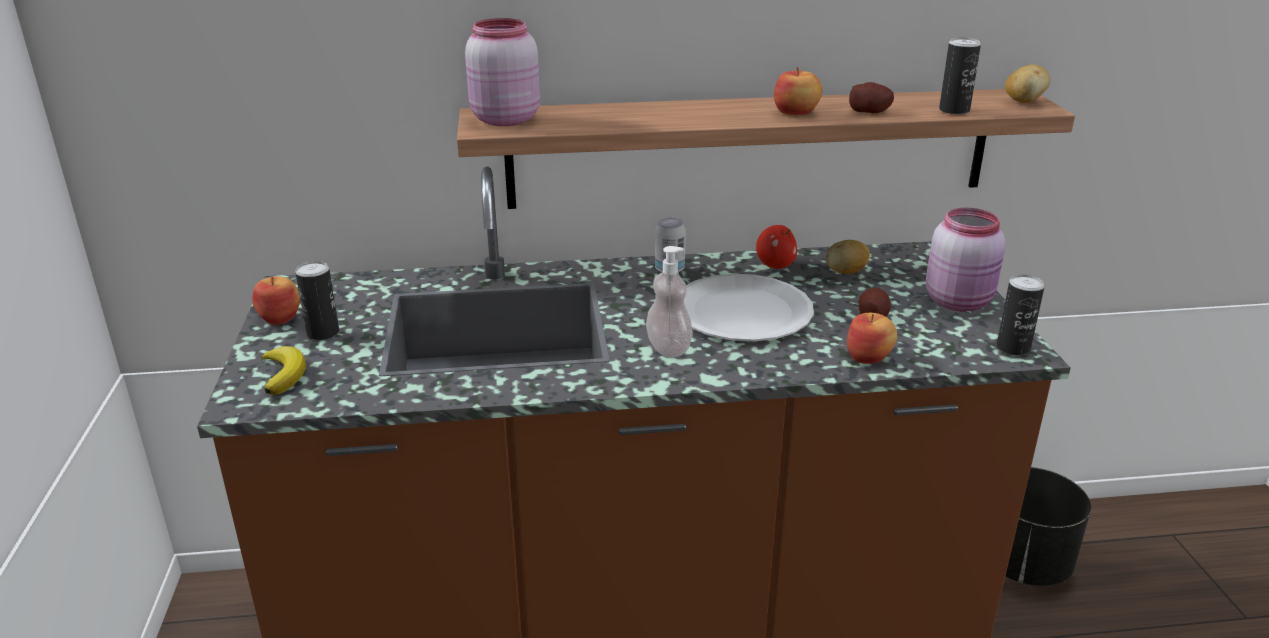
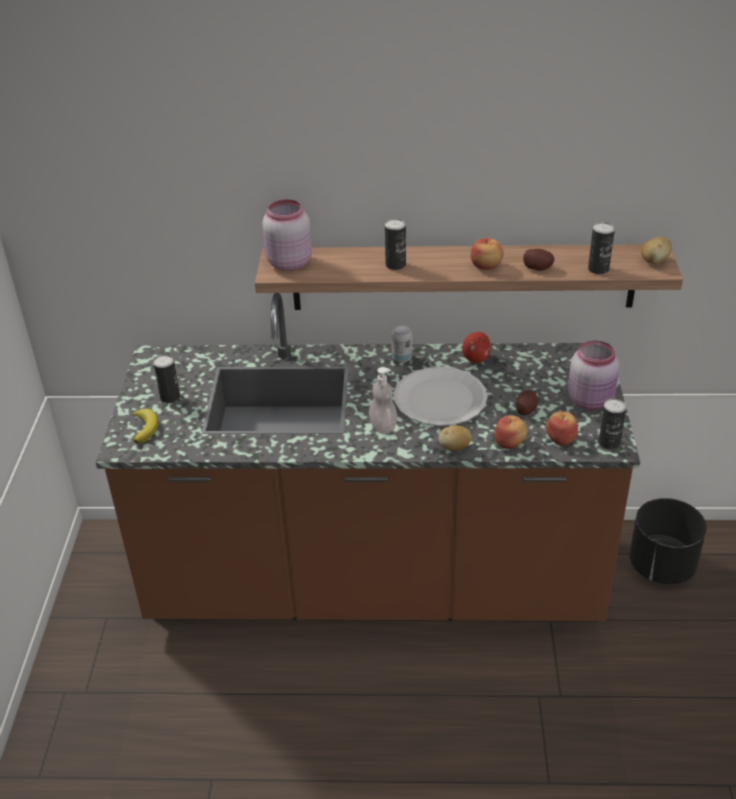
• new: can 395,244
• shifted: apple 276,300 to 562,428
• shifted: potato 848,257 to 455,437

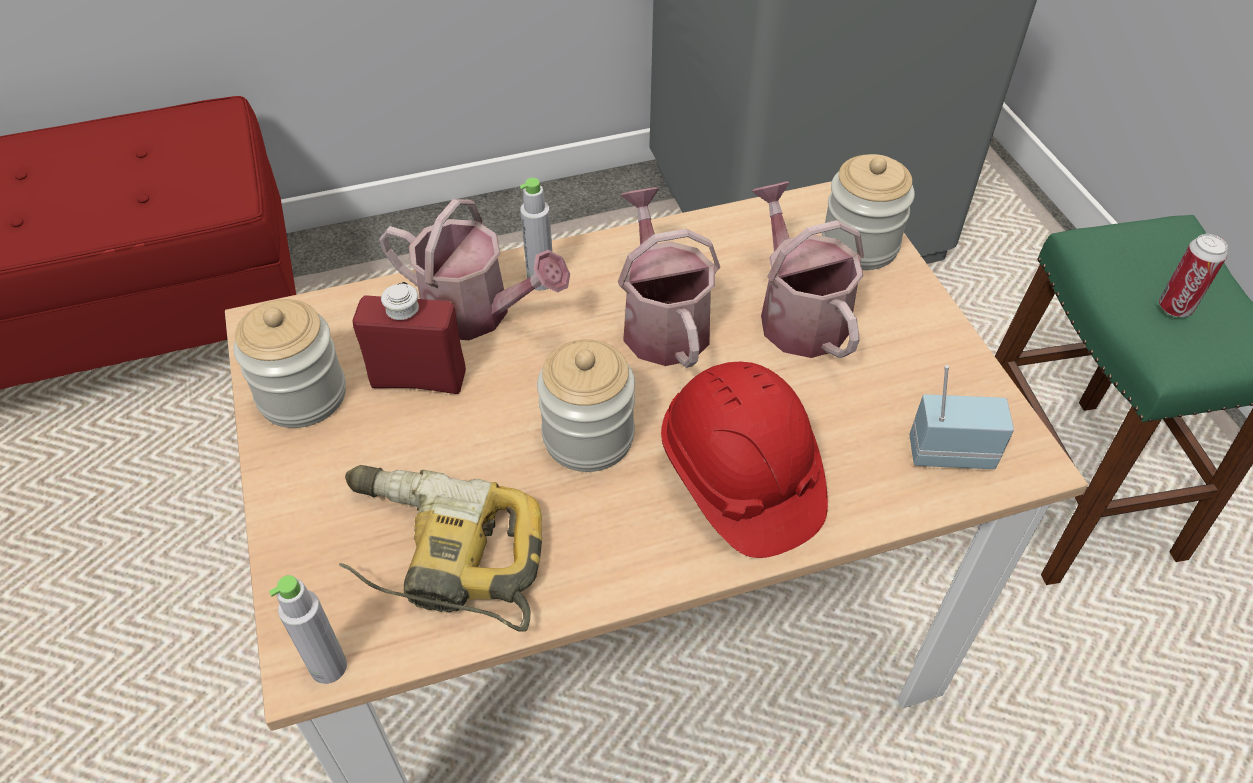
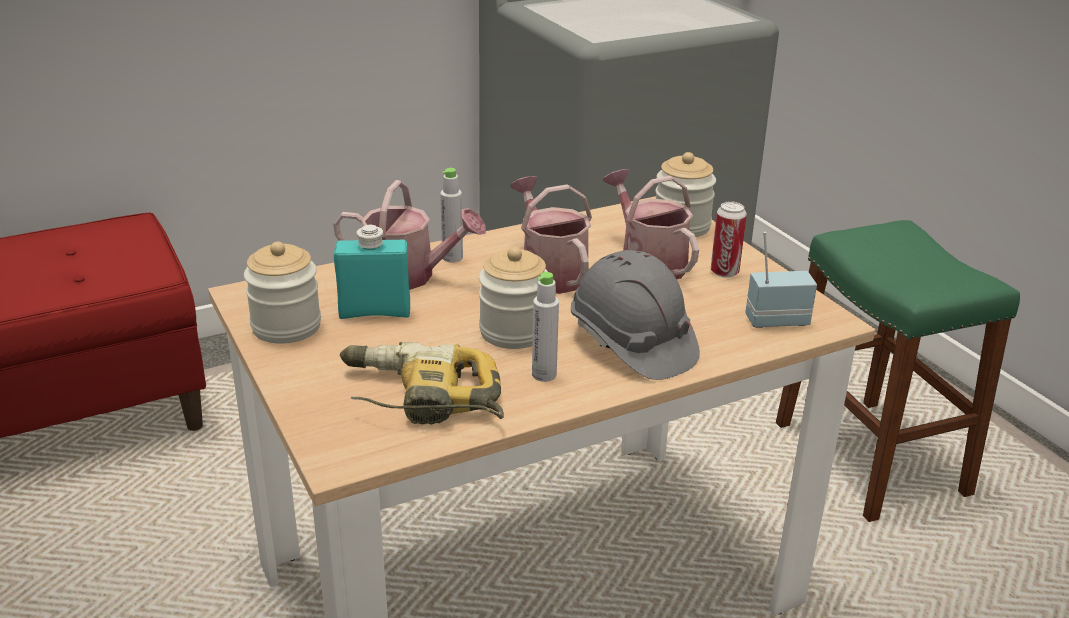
• shifted: grey bottle 308,629 to 545,327
• shifted: can 1193,275 to 729,239
• repainted: red bottle 409,338 to turquoise bottle 372,272
• repainted: red hard hat 744,460 to grey hard hat 635,315

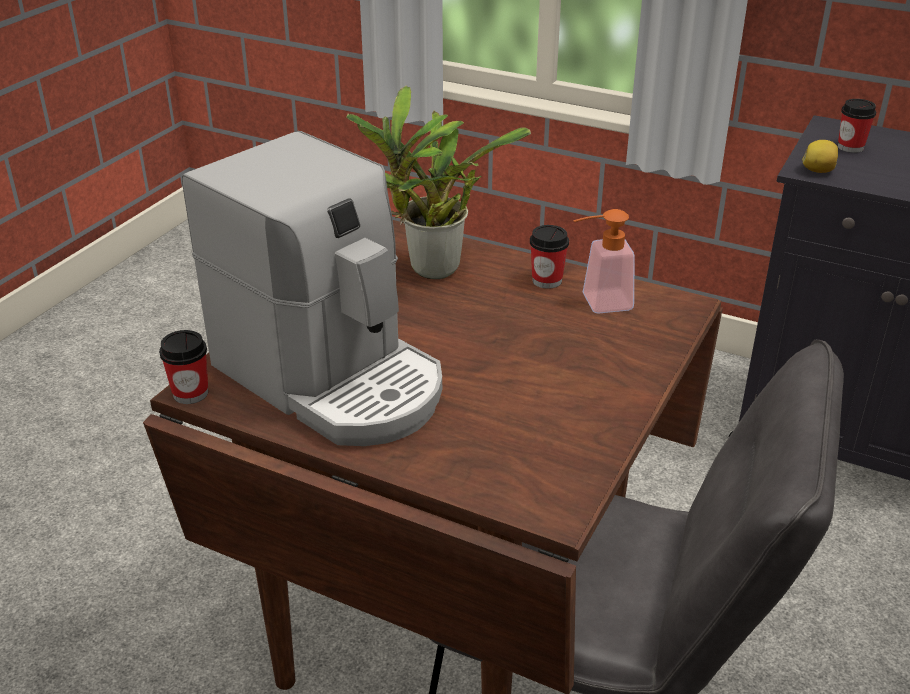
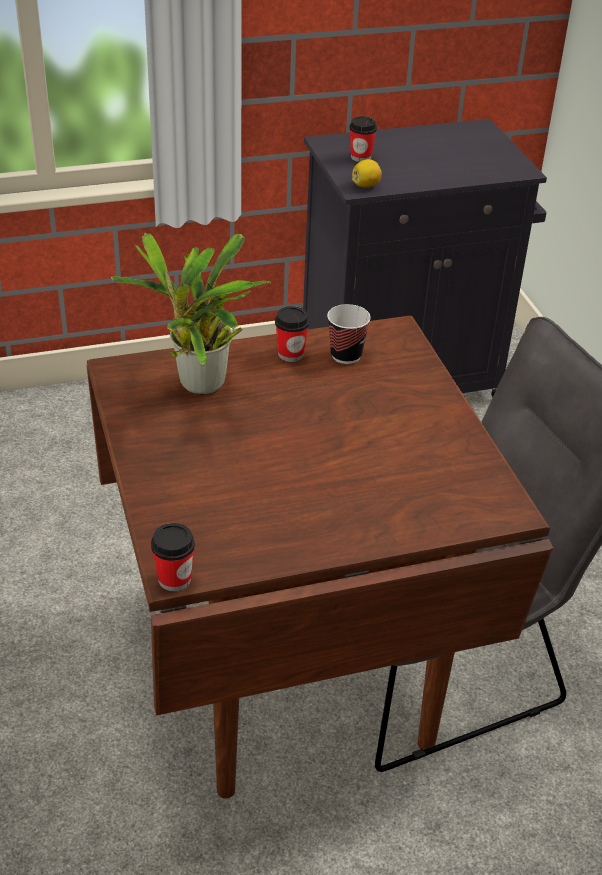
• gone: coffee machine 312,288
• swapped: soap dispenser 604,261 to cup 349,334

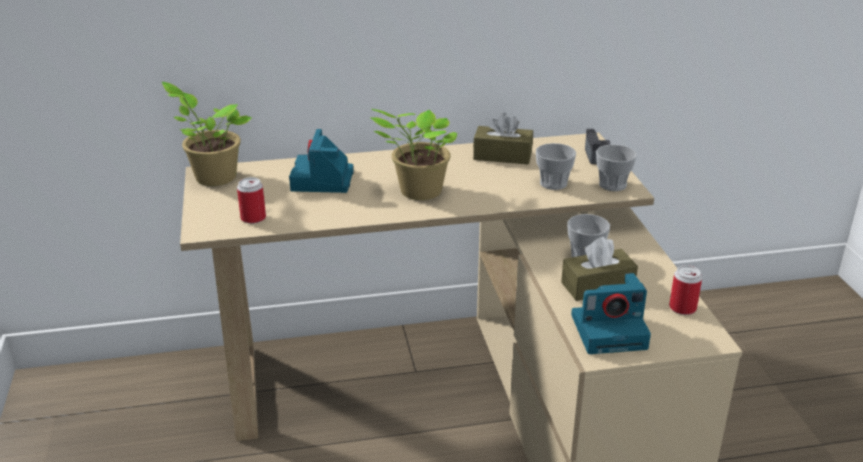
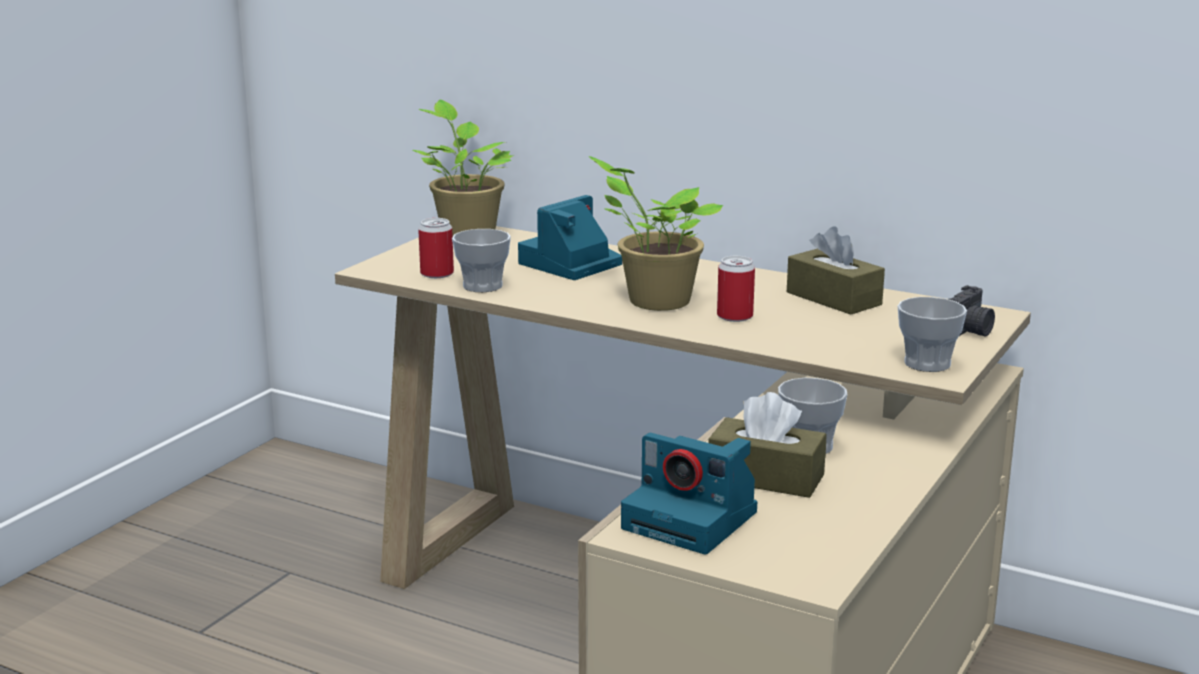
• shifted: cup 556,166 to 481,260
• shifted: can 685,290 to 736,289

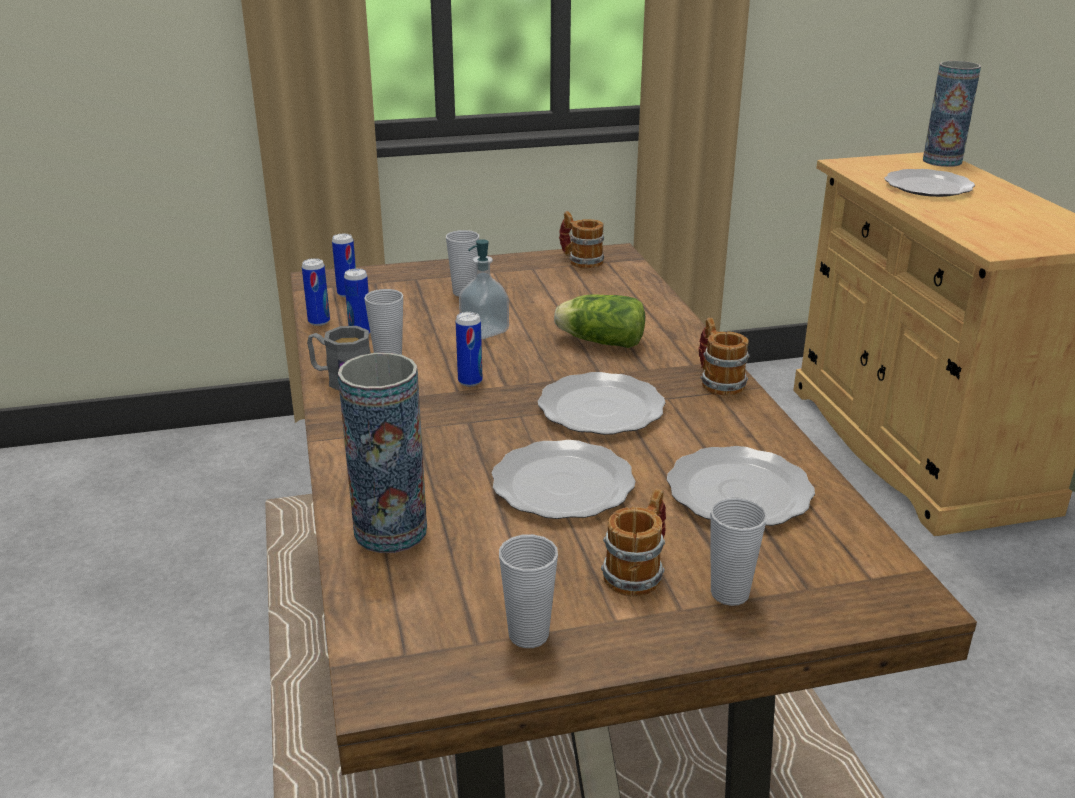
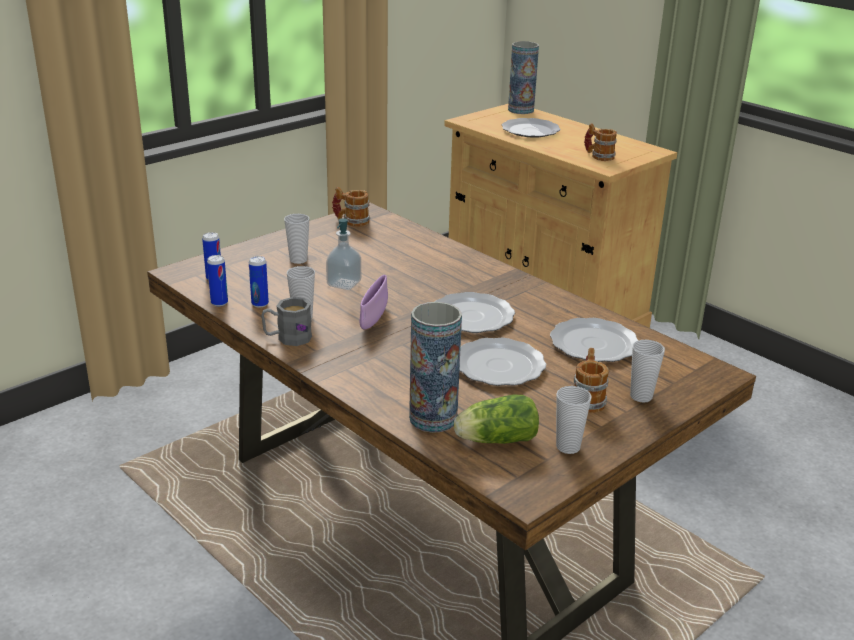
• shifted: lettuce 599,321 to 496,419
• shifted: mug 724,357 to 600,142
• swapped: can 469,349 to purple bowl 374,302

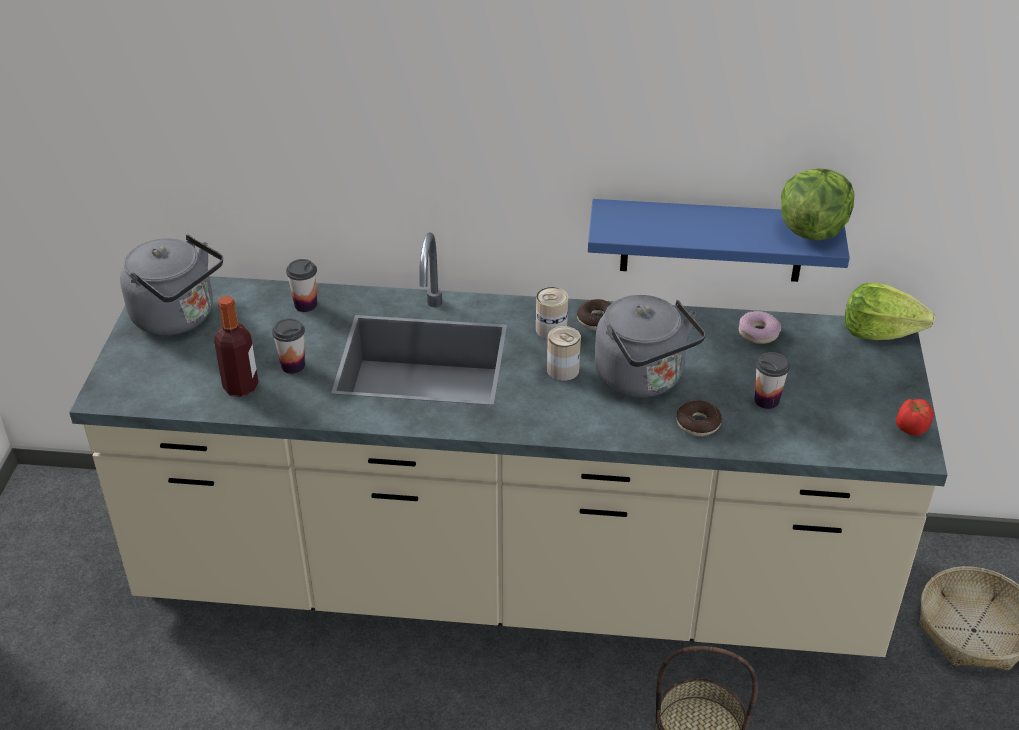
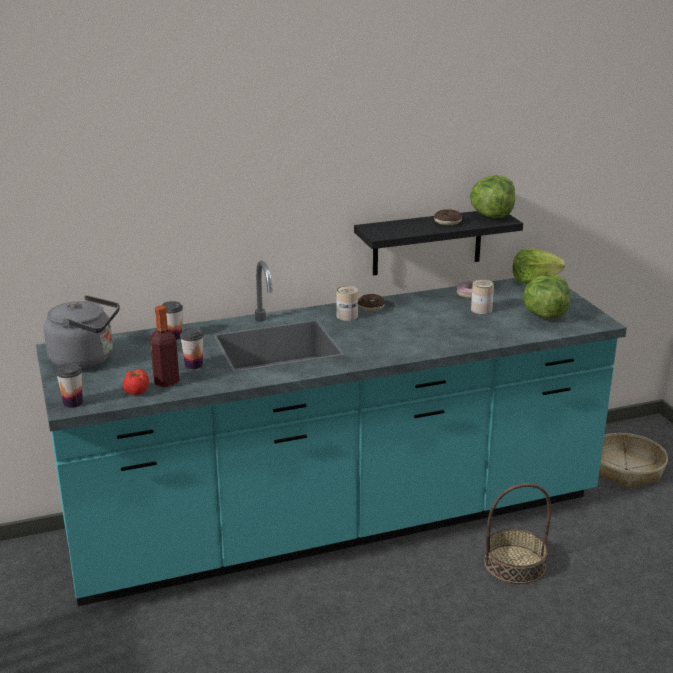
• gone: grey kettle 650,346
• new: lettuce 546,296
• shifted: can 564,353 to 482,297
• shifted: donut 699,418 to 448,217
• shifted: cup 772,380 to 69,385
• shifted: tomato 915,417 to 136,382
• repainted: beige counter 508,444 to turquoise counter 331,433
• repainted: blue shelf 719,240 to black shelf 438,243

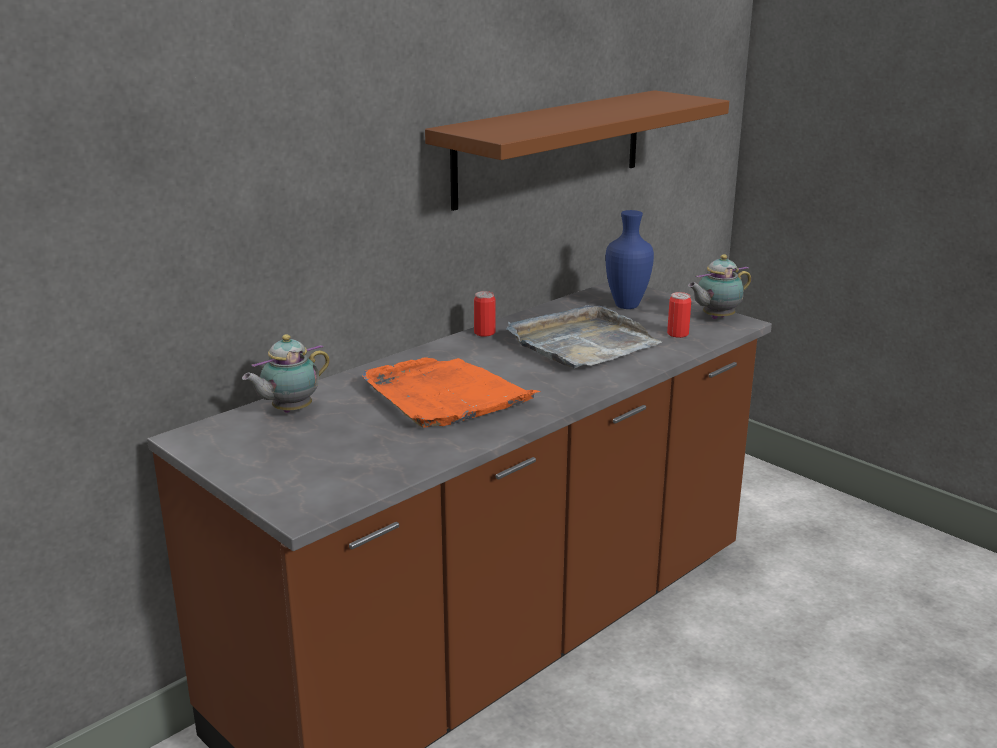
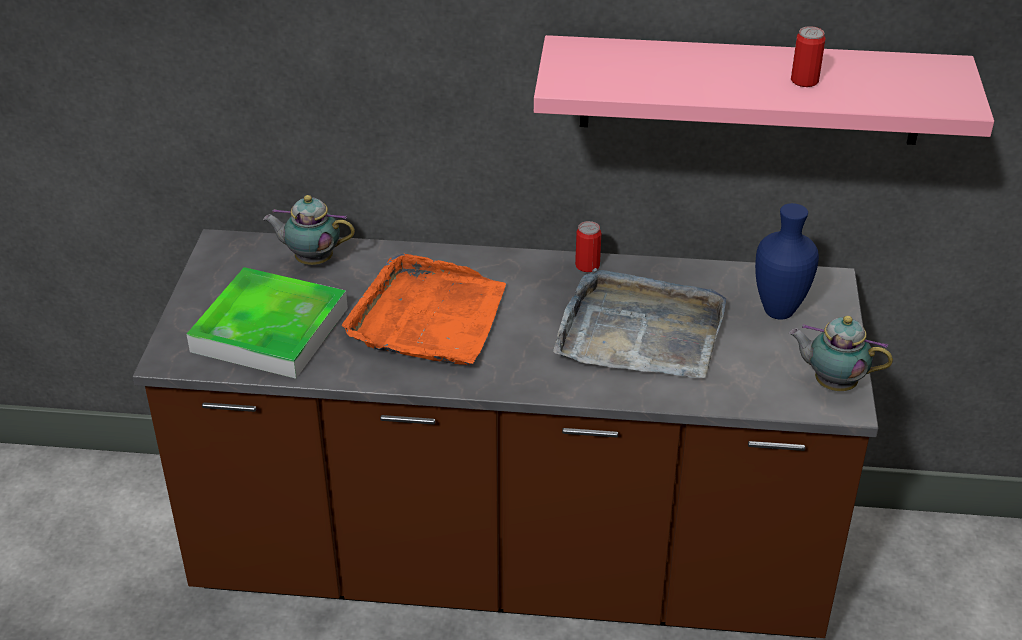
• new: tray 267,323
• shifted: can 679,315 to 808,56
• repainted: brown shelf 577,150 to pink shelf 764,90

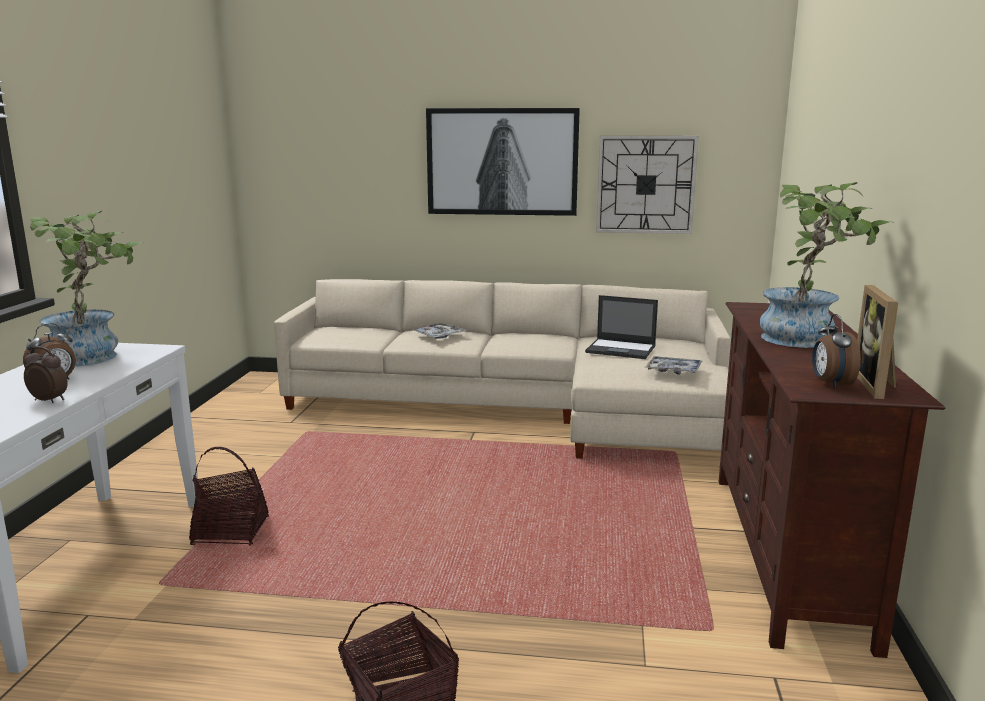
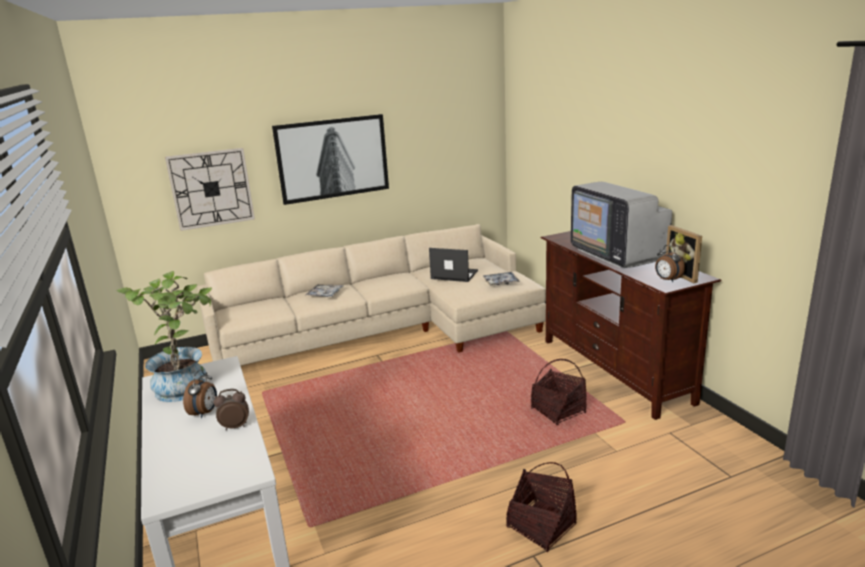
• shifted: basket 229,496 to 559,392
• shifted: wall clock 647,184 to 210,189
• swapped: potted plant 825,265 to television 621,225
• rotated: laptop 621,327 = 453,265 150 degrees counterclockwise

